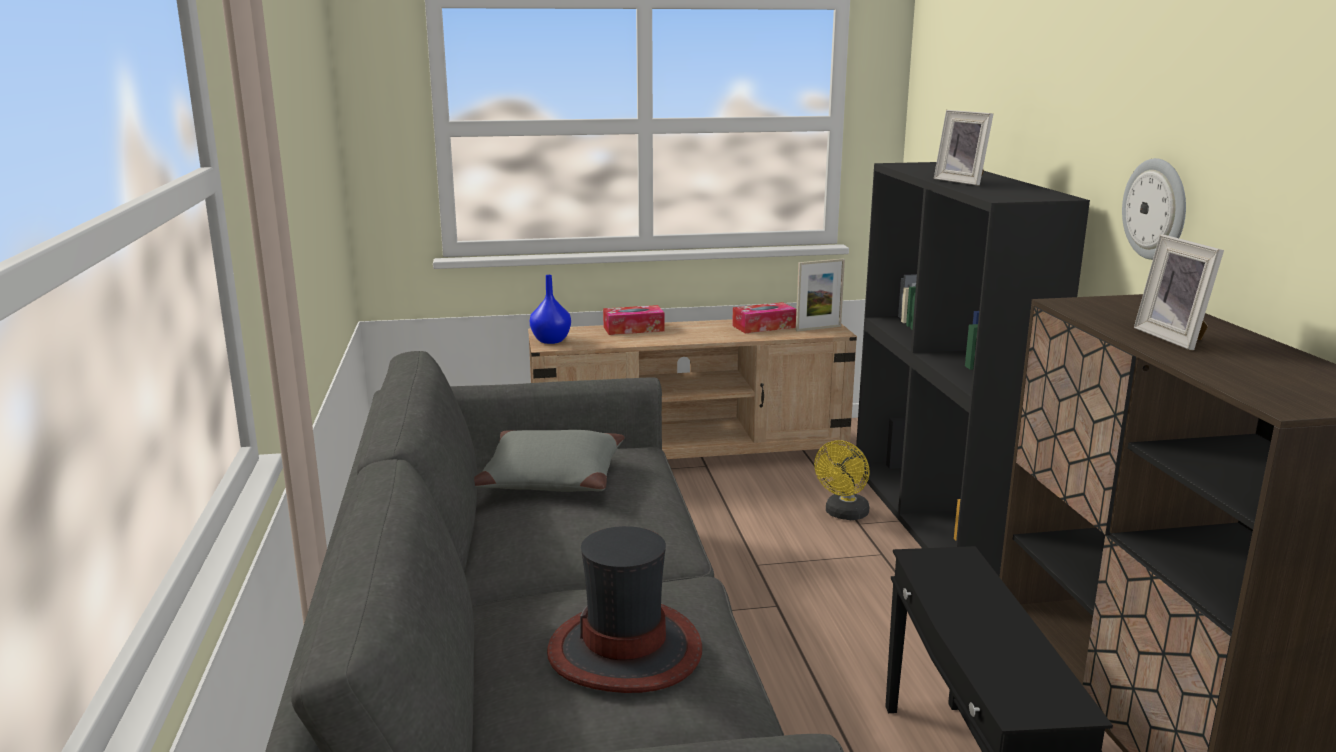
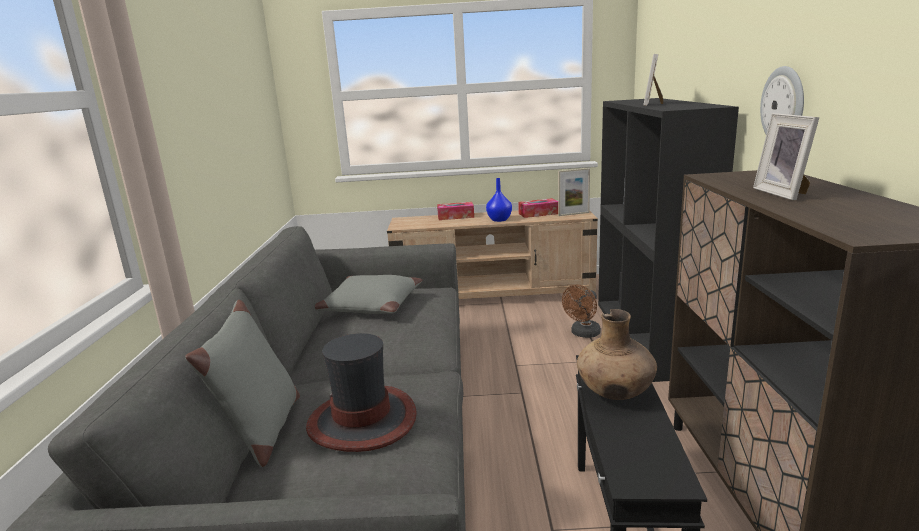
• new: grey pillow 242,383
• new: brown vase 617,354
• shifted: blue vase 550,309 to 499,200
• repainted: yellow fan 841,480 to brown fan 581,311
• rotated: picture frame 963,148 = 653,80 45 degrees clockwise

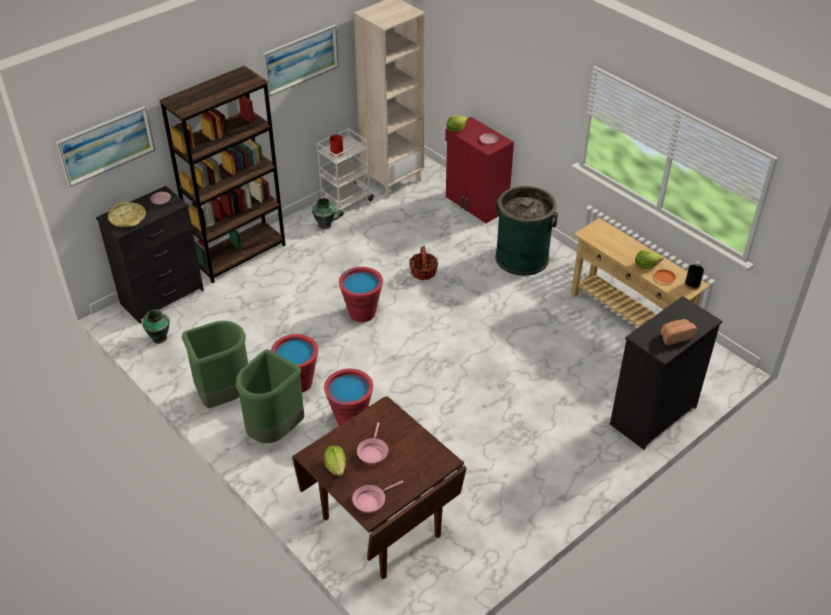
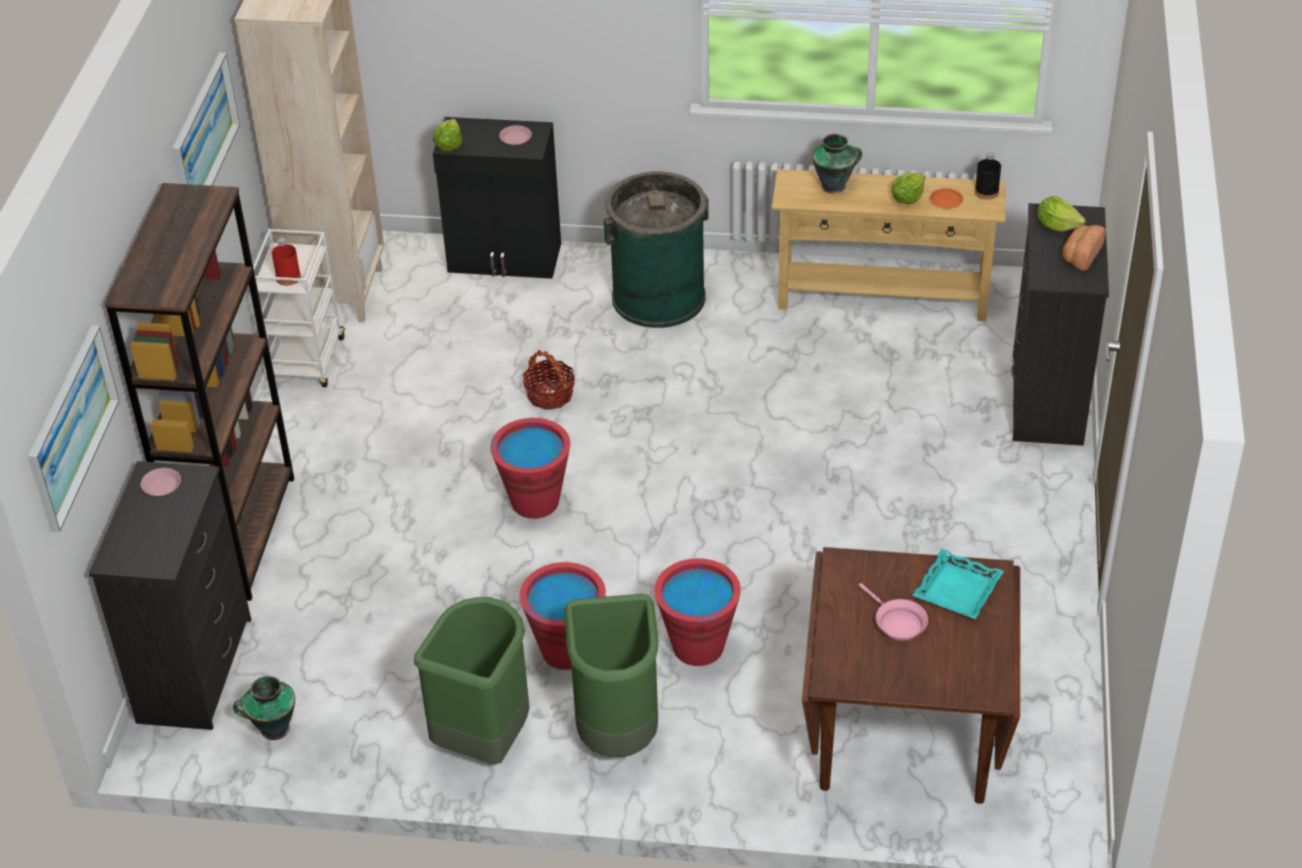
• gone: yellow tray 127,214
• gone: pink frying pan 377,496
• new: turquoise tray 958,584
• shifted: vase 326,213 to 837,164
• shifted: lettuce 335,460 to 1061,213
• repainted: red cabinet 479,170 to black cabinet 497,198

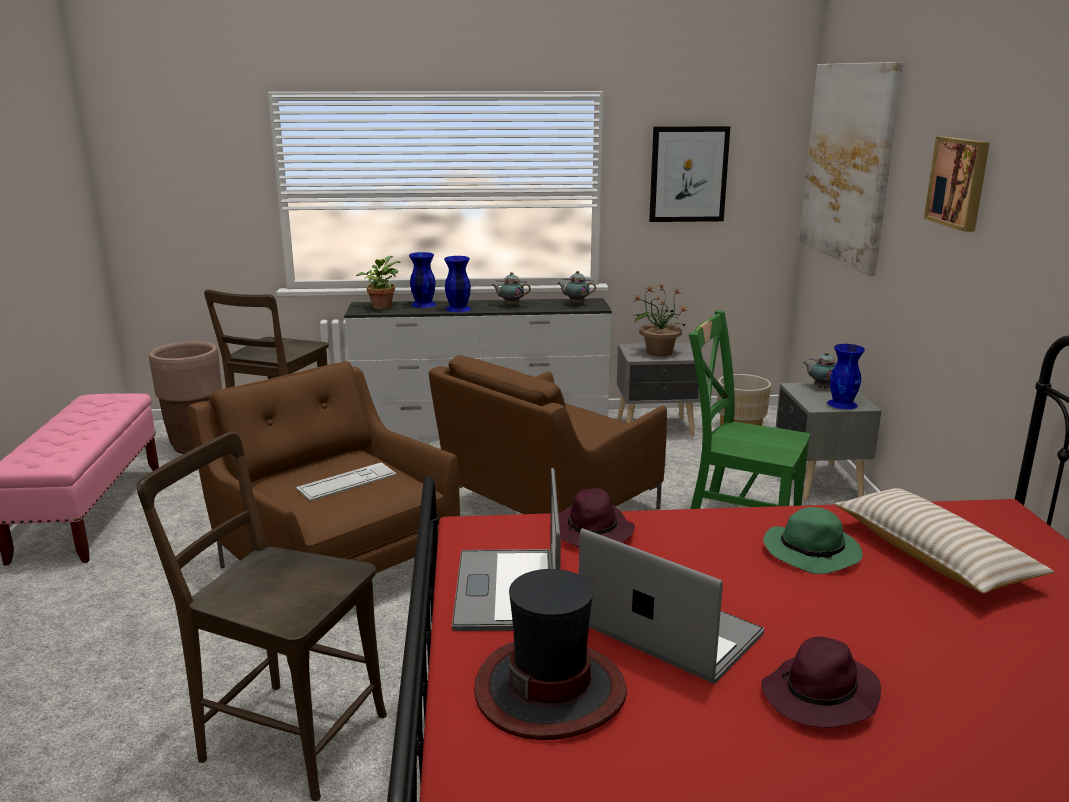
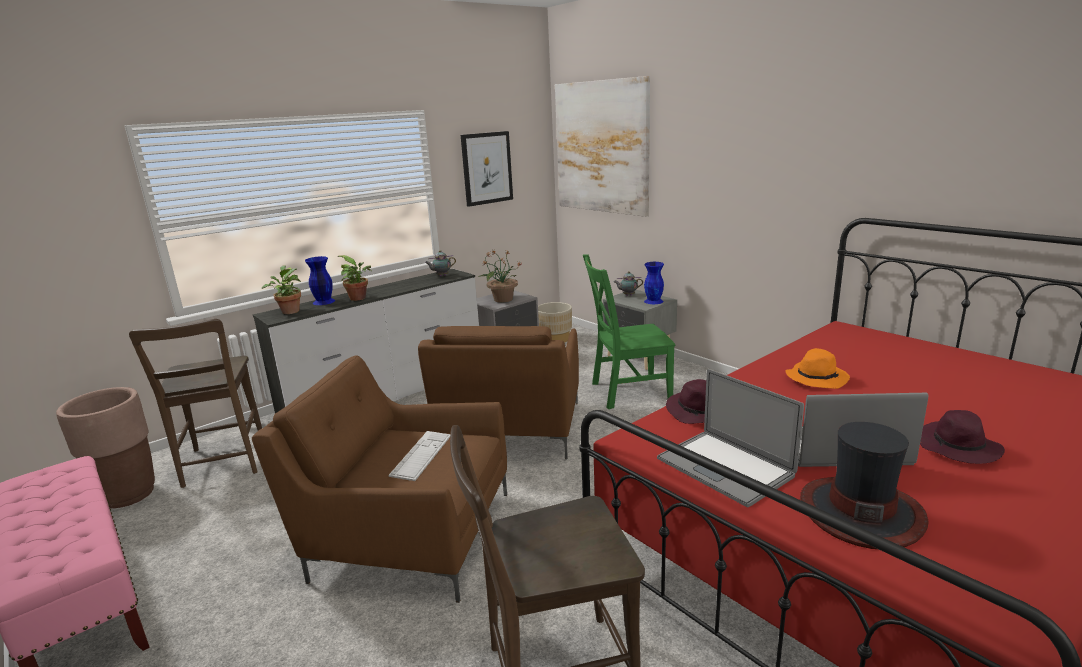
• gone: teapot 511,289
• gone: beige pillow 944,540
• gone: picture 957,184
• swapped: blue vase 457,284 to potted plant 354,278
• repainted: green hat 812,540 to orange hat 817,368

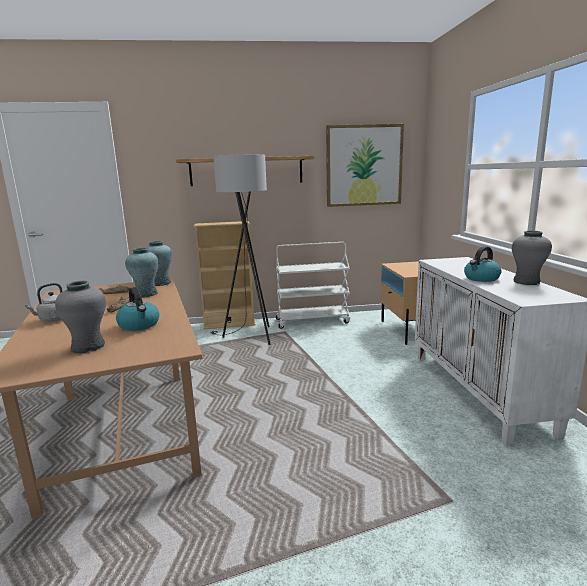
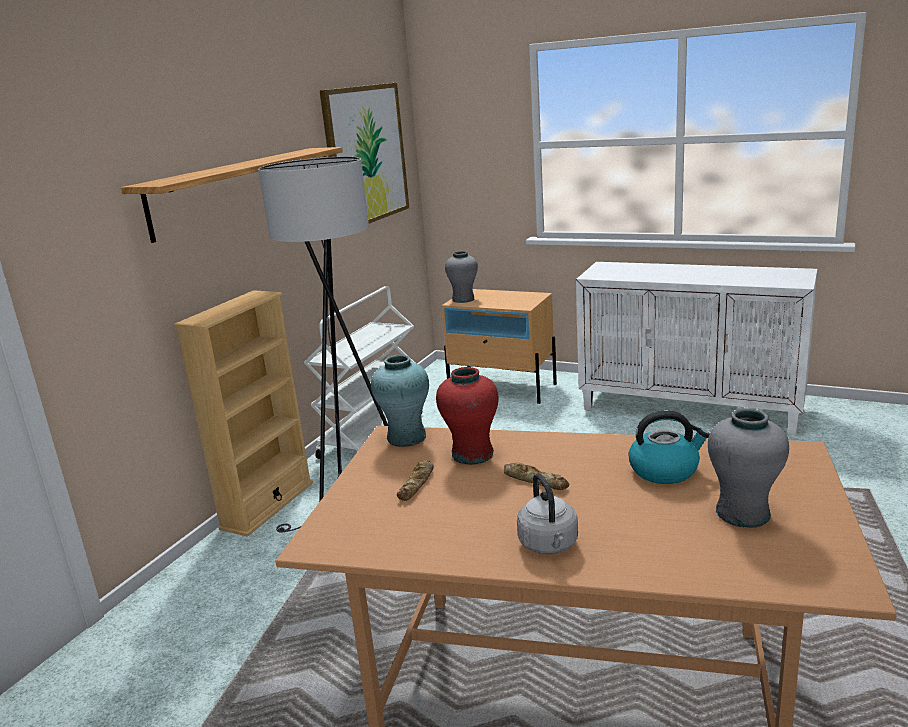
• gone: kettle 482,264
• shifted: grey vase 532,257 to 461,277
• repainted: turquoise vase 142,272 to red vase 467,415

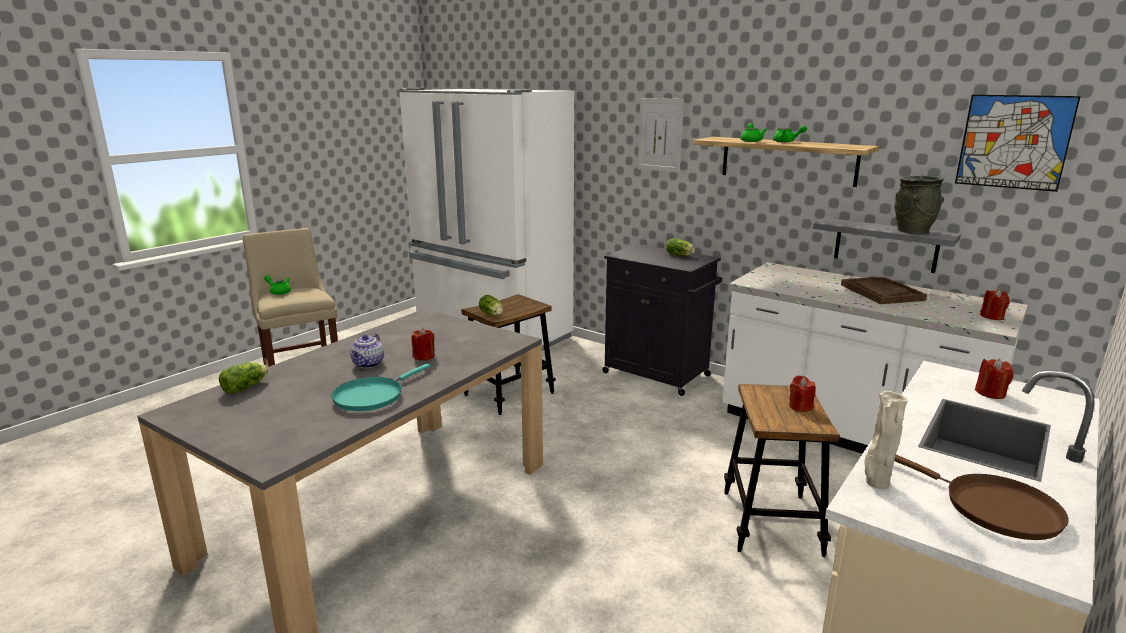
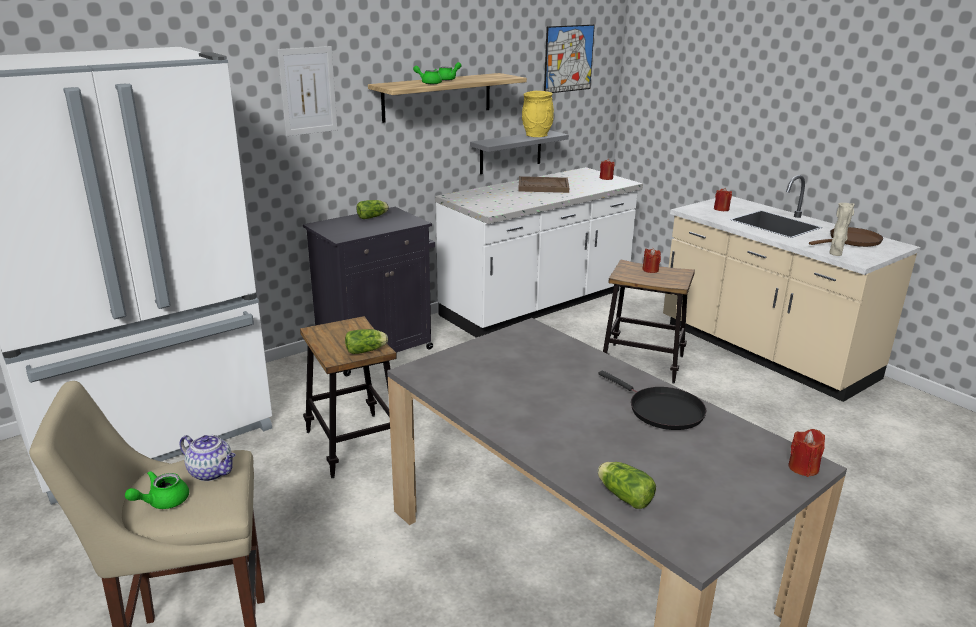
• shifted: teapot 367,350 to 207,458
• shifted: red candle 423,344 to 806,453
• repainted: turquoise frying pan 380,387 to black frying pan 652,400
• repainted: grey vase 919,205 to yellow vase 538,114

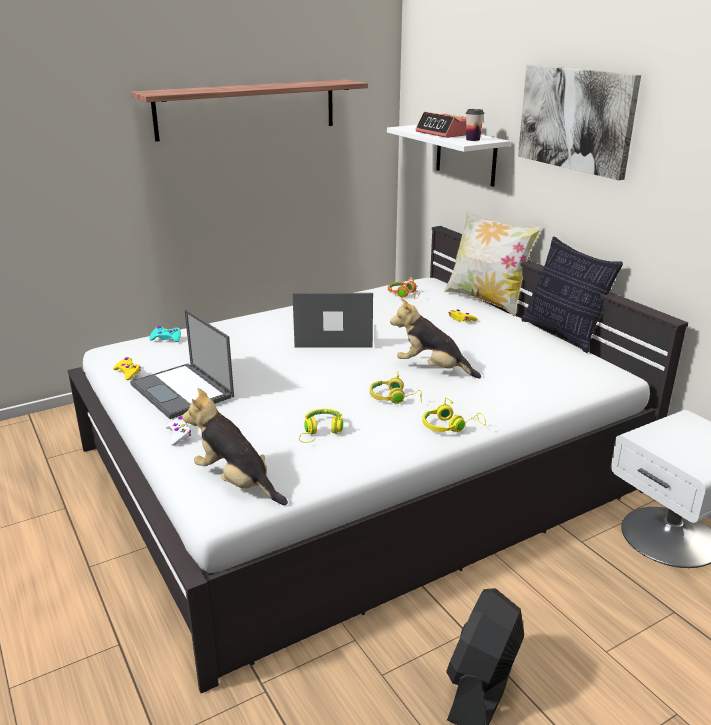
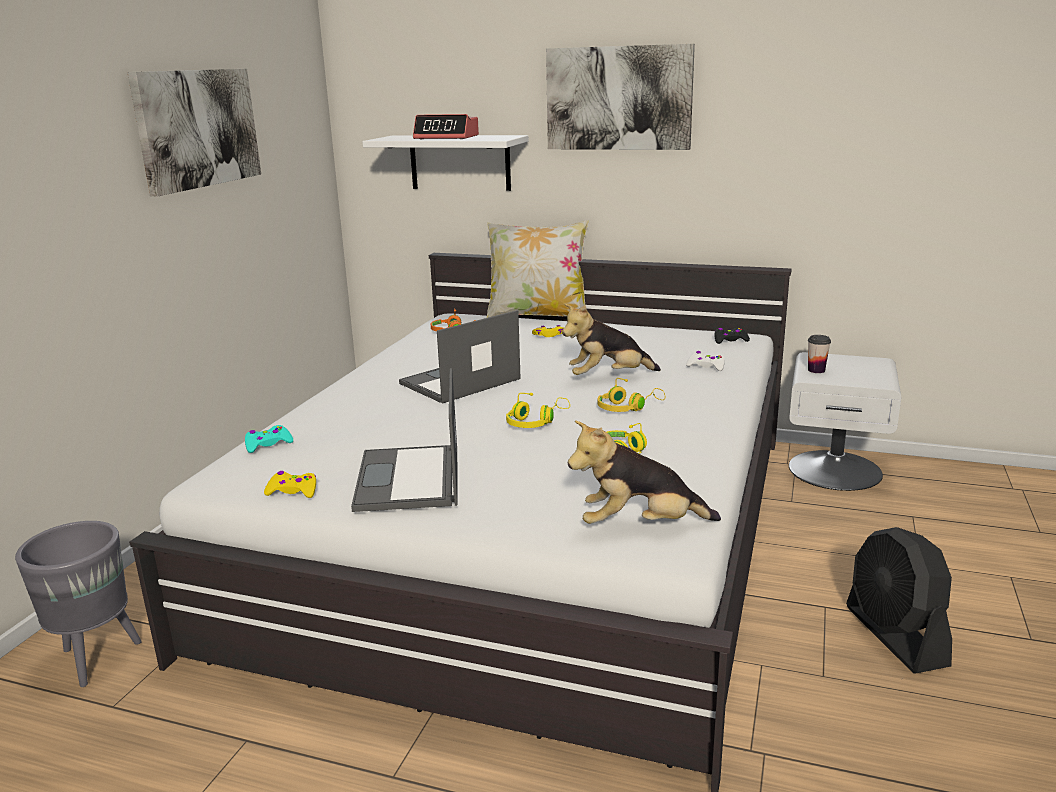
• gone: pillow 572,294
• new: grey planter 78,604
• new: black game controller 732,336
• shifted: white game controller 178,431 to 705,361
• shifted: yellow headphones 454,415 to 538,410
• shifted: cup 475,125 to 819,354
• swapped: shelf 249,110 to picture 194,132
• rotated: laptop 182,364 = 404,440 75 degrees clockwise

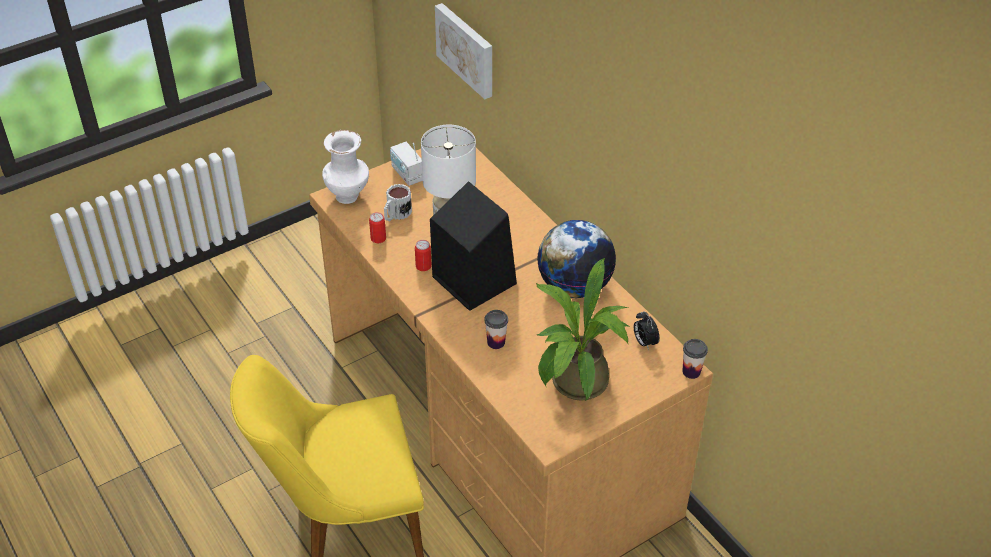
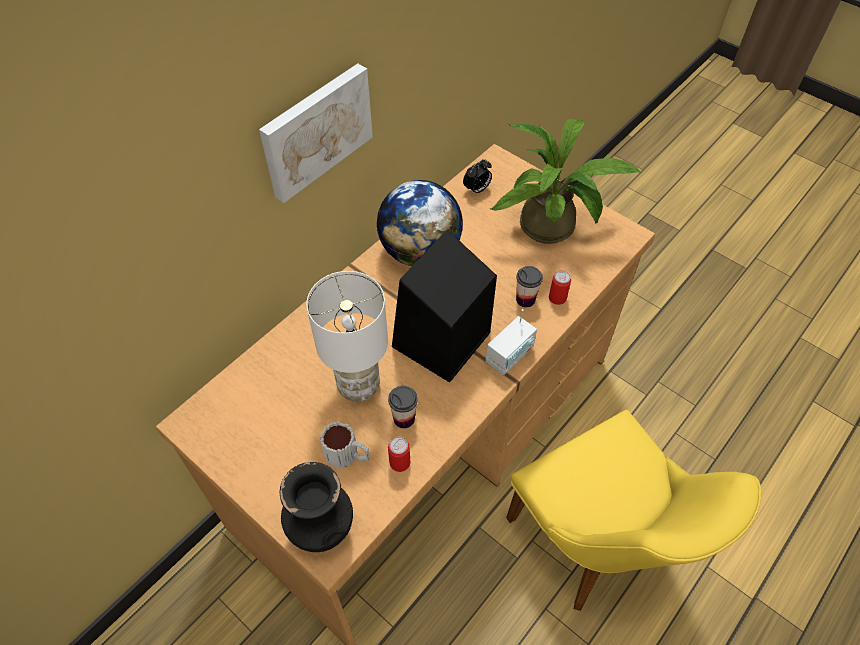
• shifted: radio 406,164 to 511,342
• shifted: can 423,255 to 560,287
• shifted: picture 463,51 to 316,133
• shifted: cup 695,359 to 403,407
• repainted: white vase 345,167 to black vase 316,507

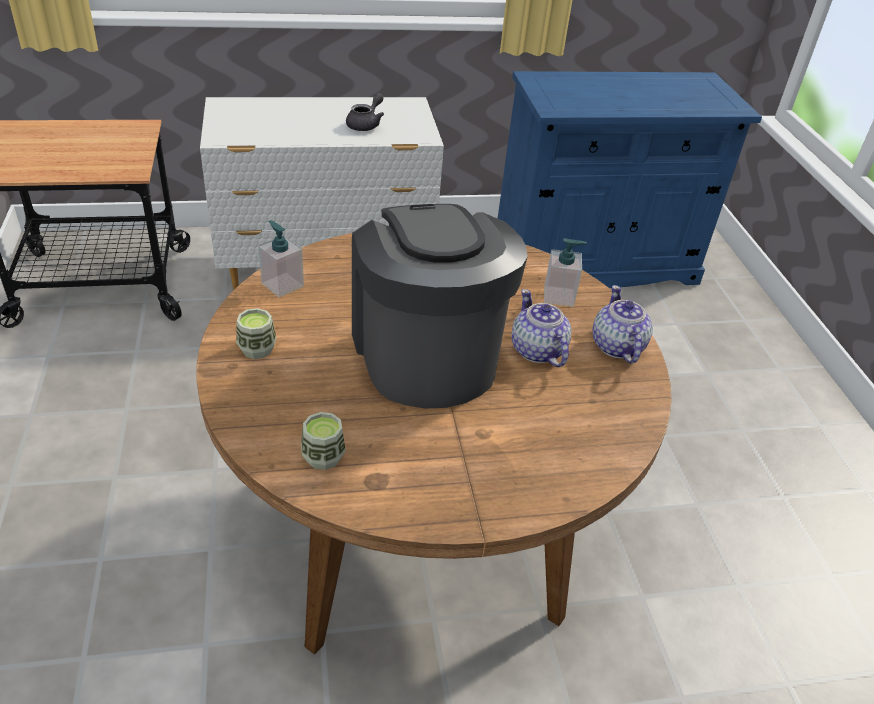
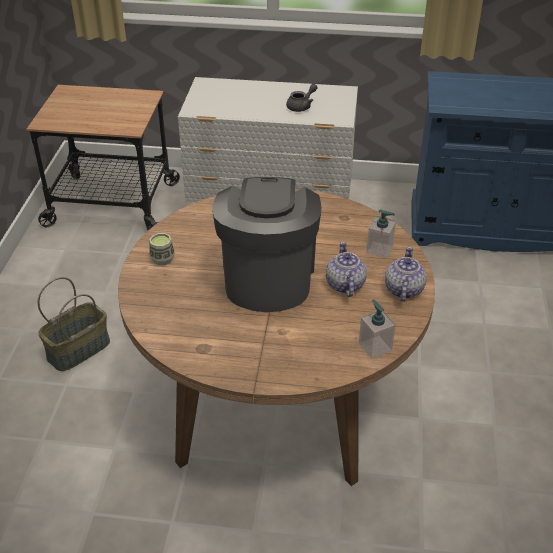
• gone: cup 323,441
• new: basket 74,324
• shifted: soap dispenser 281,258 to 377,329

